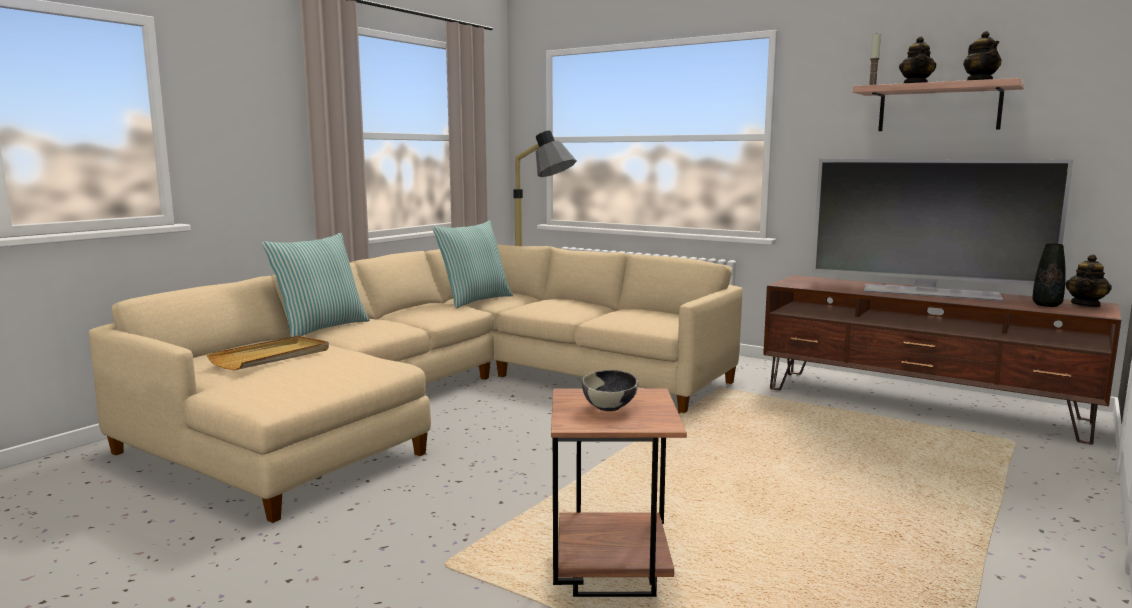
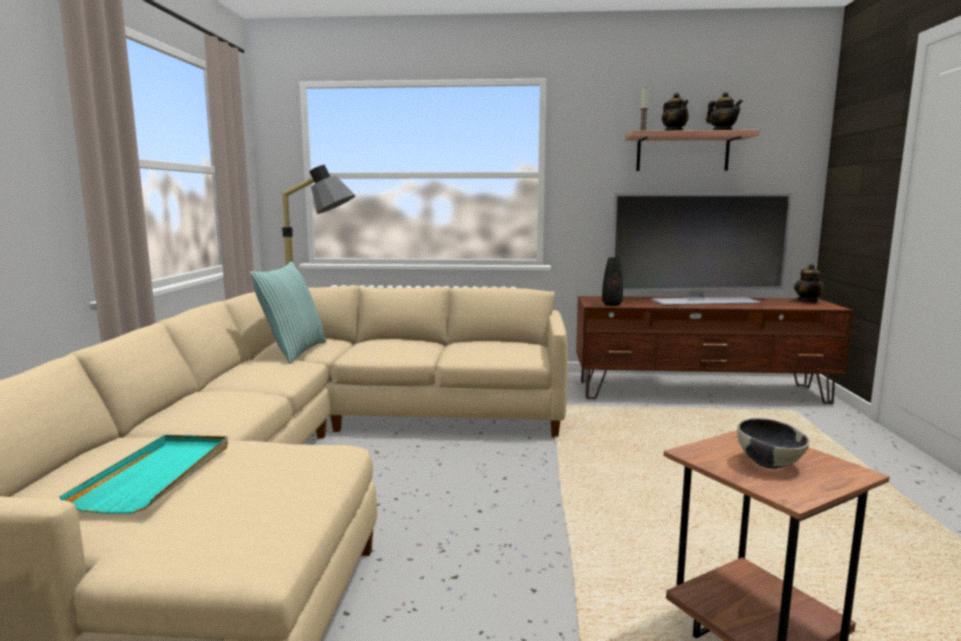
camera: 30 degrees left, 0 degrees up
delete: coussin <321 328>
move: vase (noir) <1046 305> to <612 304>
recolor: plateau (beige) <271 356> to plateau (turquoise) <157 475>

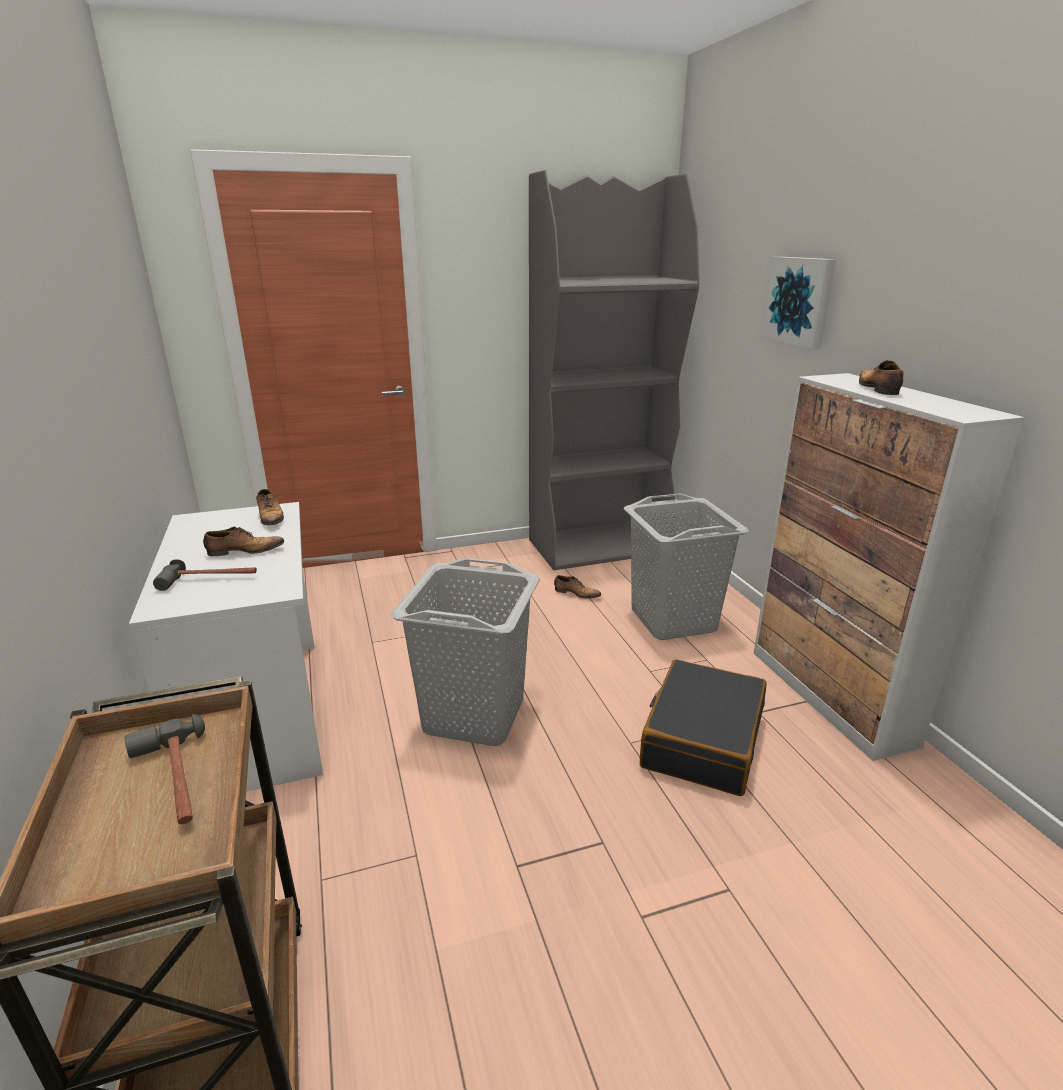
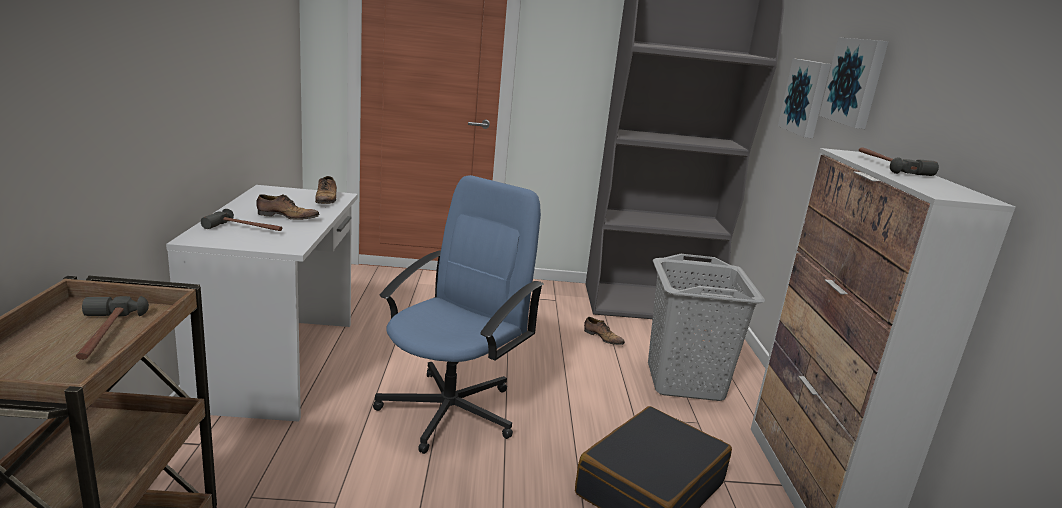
camera: 15 degrees right, 5 degrees down
insert: tableau <806 97>
replace: panier à linge (gris) <475 714> to chaise de bureau (bleu) <451 410>; chaussure <877 388> to marteau <887 166>

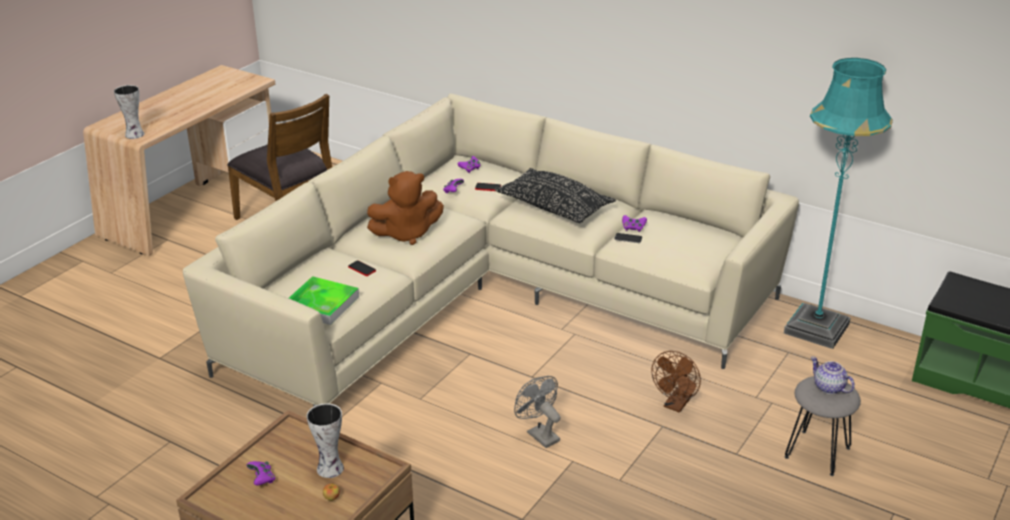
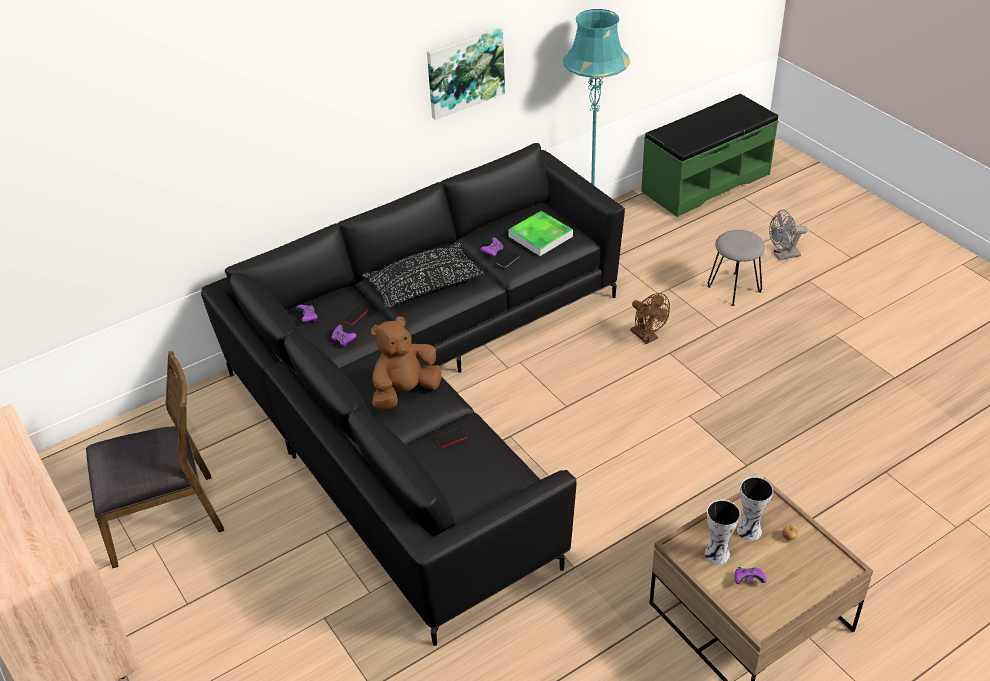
camera: 65 degrees left, 10 degrees up
delete: théière <829 388>
insert: tableau <465 71>
move: vase <134 135> to <718 554>; plateau <321 304> to <540 236>; ventilateur (gris) <539 434> to <783 255>
recolor: canapé (beige) <490 295> to canapé (noir) <425 397>
rotate: peluche (marron) <406 234> = <405 392> 135 degrees counterclockwise

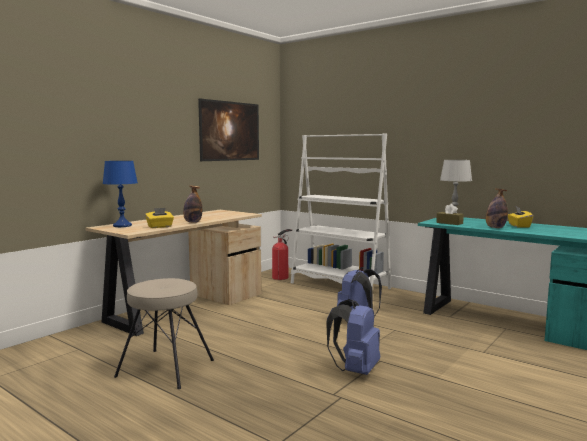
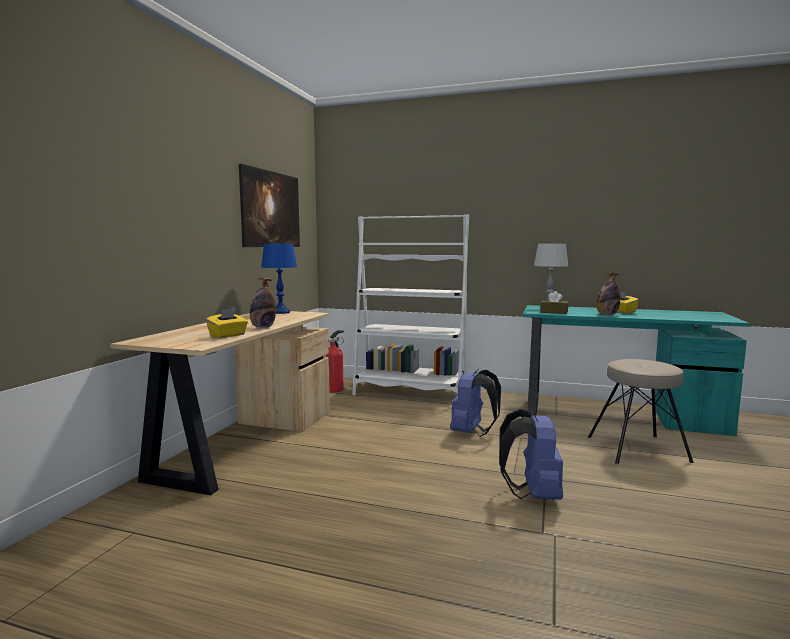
camera: 20 degrees left, 0 degrees up
move: lampe de table (bleu) <122 226> to <281 312>; tabouret (beige) <165 368> to <638 449>

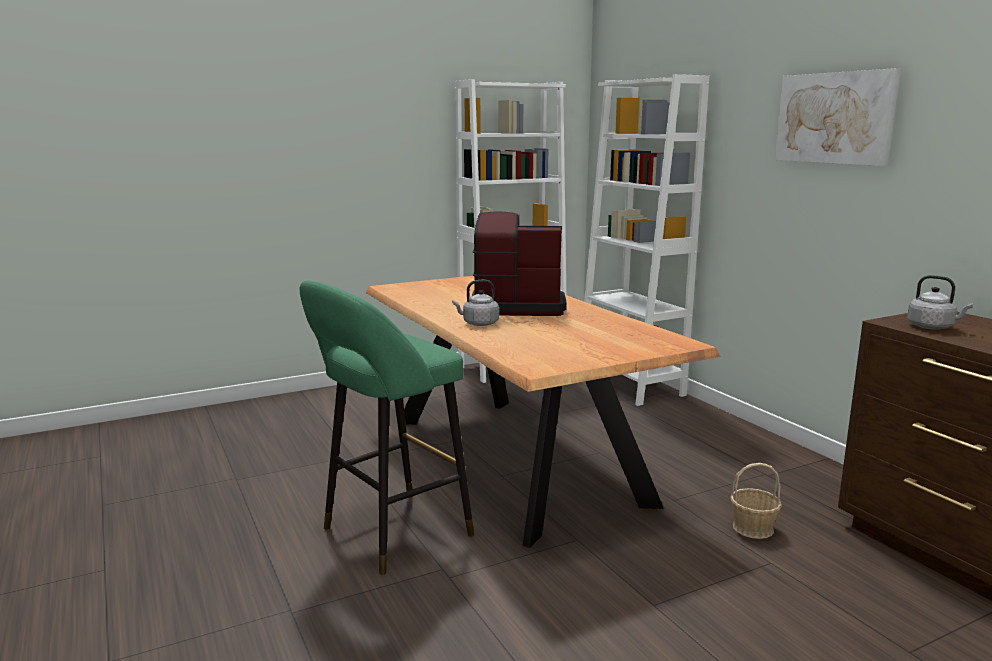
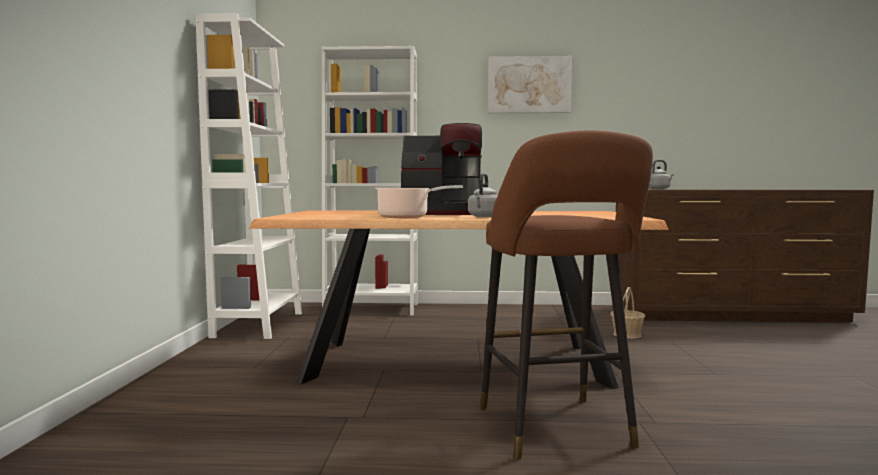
camera: 60 degrees left, 10 degrees down
insert: marmite <406 217>
recolor: tabouret (vert) <390 534> to tabouret (marron) <557 431>
rotate: machine à café <516 306> = <442 213> 120 degrees counterclockwise

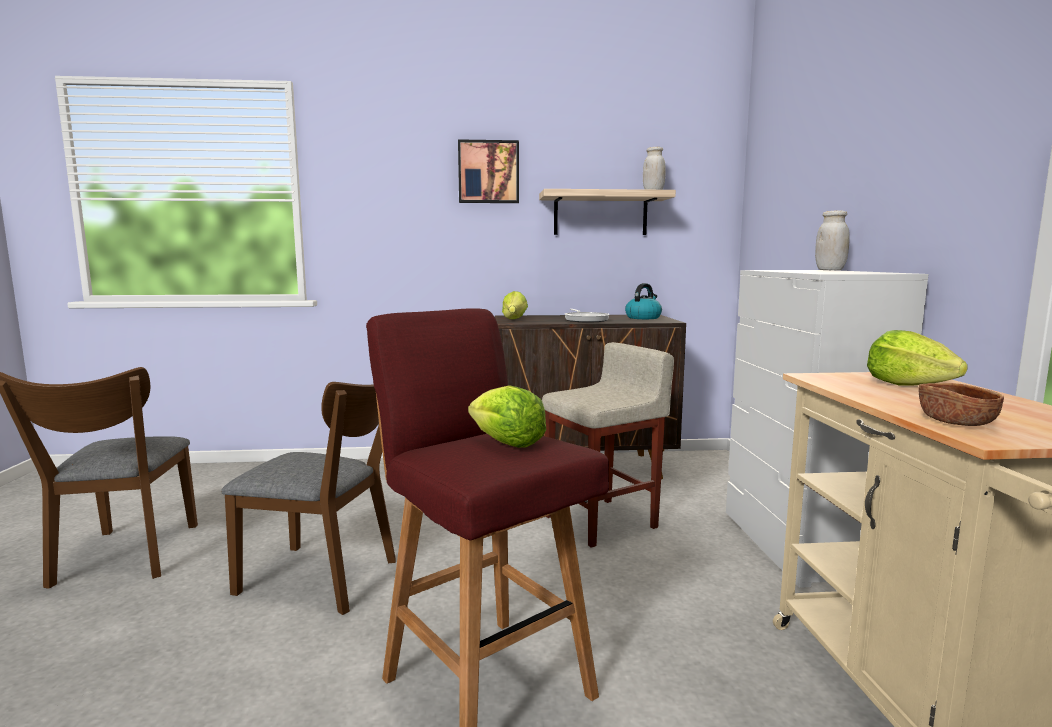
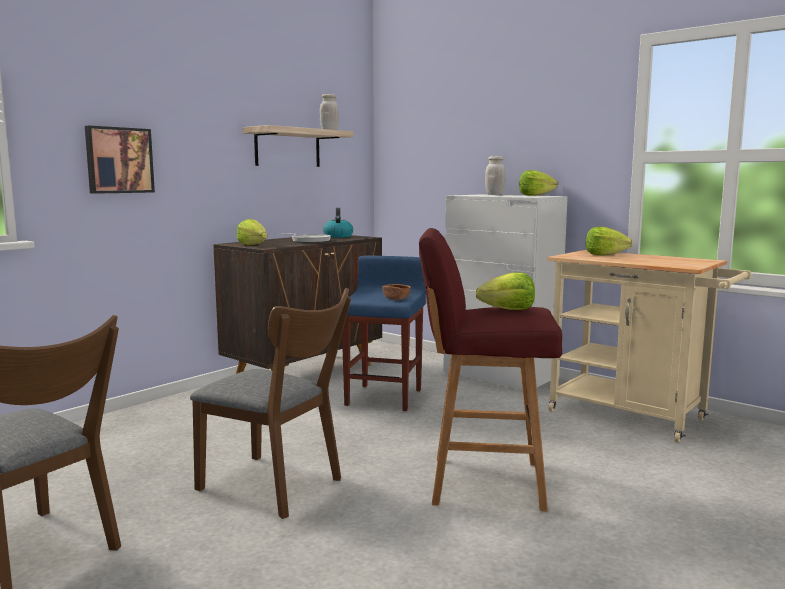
camera: 45 degrees left, 0 degrees up
insert: laitue <535 195>
move: tableau <488 172> to <119 160>; bol (marron) <955 421> to <396 299>
recolor: tabouret (beige) <602 521> to tabouret (bleu) <384 397>
rotate: chaise (marron) <328 578> = <278 487> 60 degrees clockwise

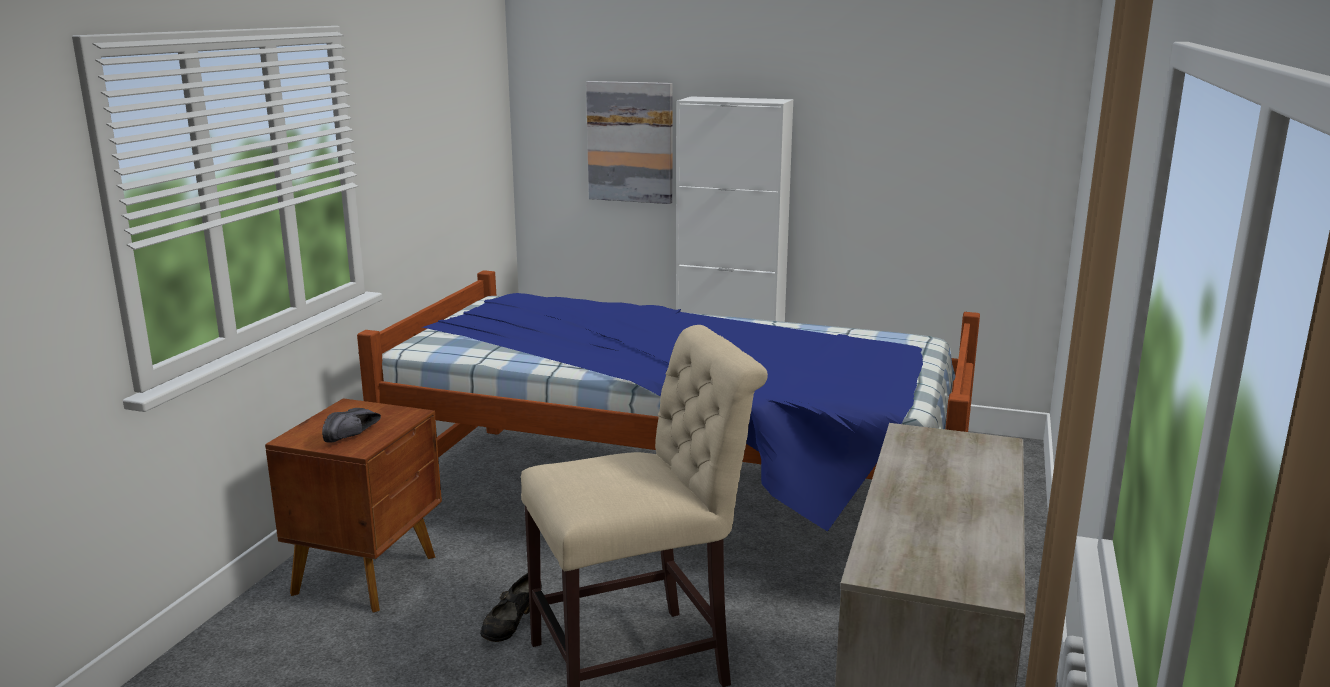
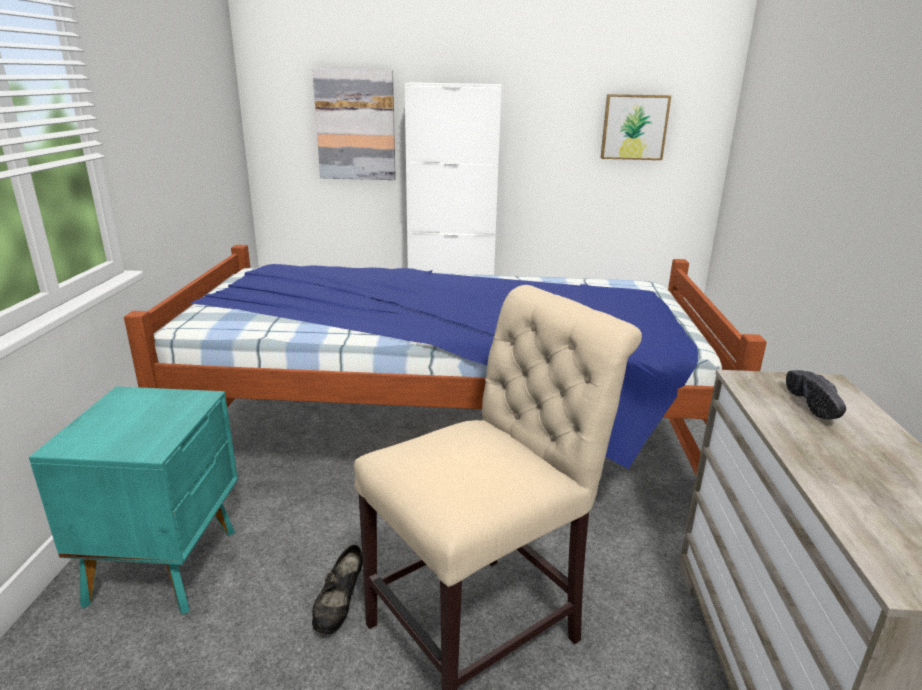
camera: 15 degrees left, 5 degrees up
insert: tableau <634 127>
move: chaussure (noir) <354 436> to <818 406>
recolor: table de chevet (marron) <368 574> to table de chevet (turquoise) <167 565>

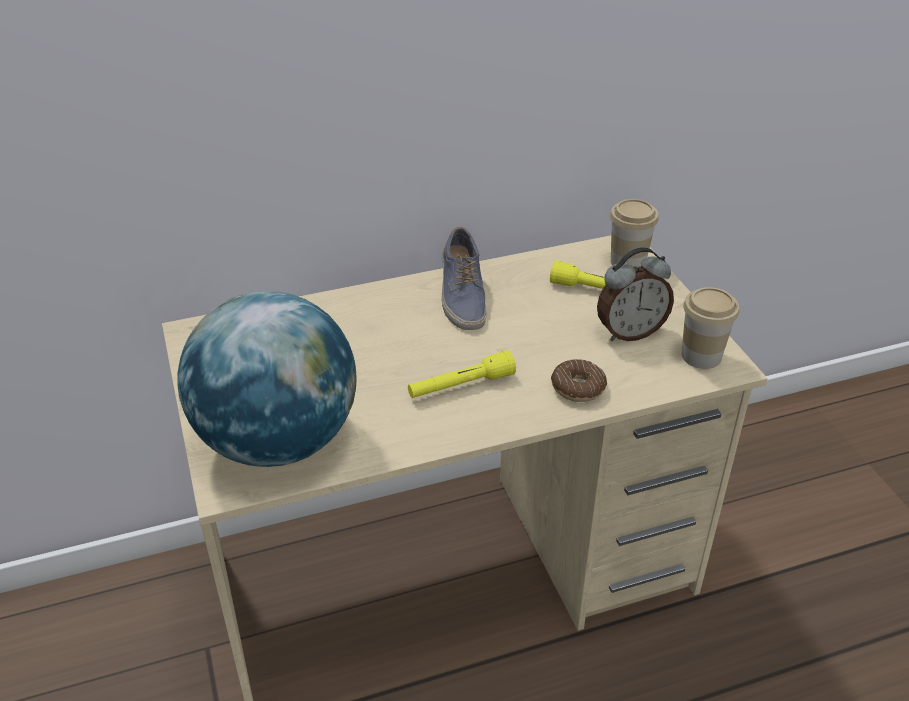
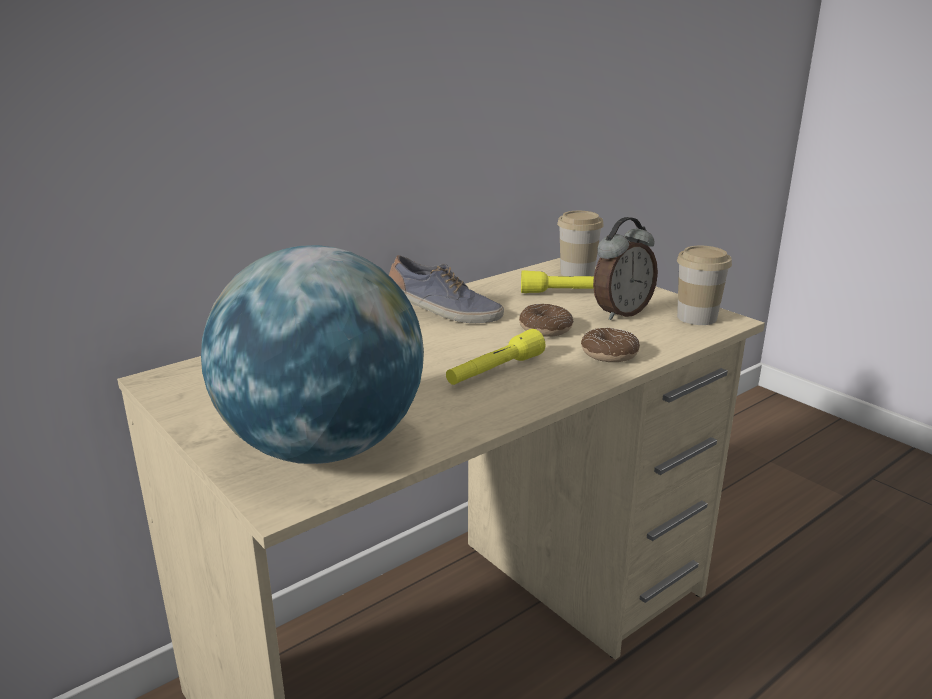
camera: 20 degrees left, 15 degrees down
insert: beignet <545 329>
rotate: chaussure <461 296> = <443 313> 45 degrees counterclockwise

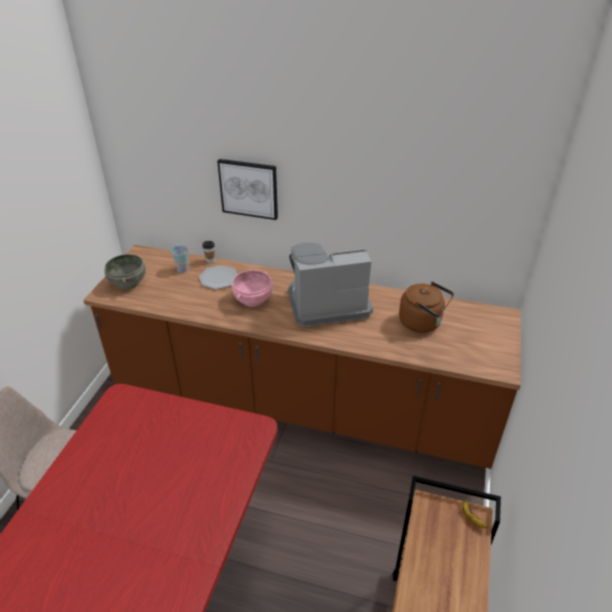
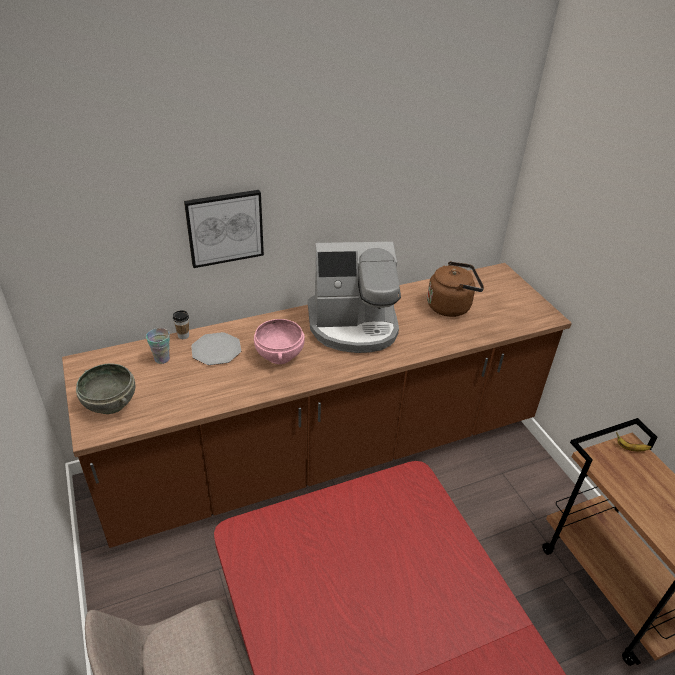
camera: 40 degrees left, 0 degrees up
rotate: machine à café <326 303> = <354 326> 135 degrees counterclockwise

